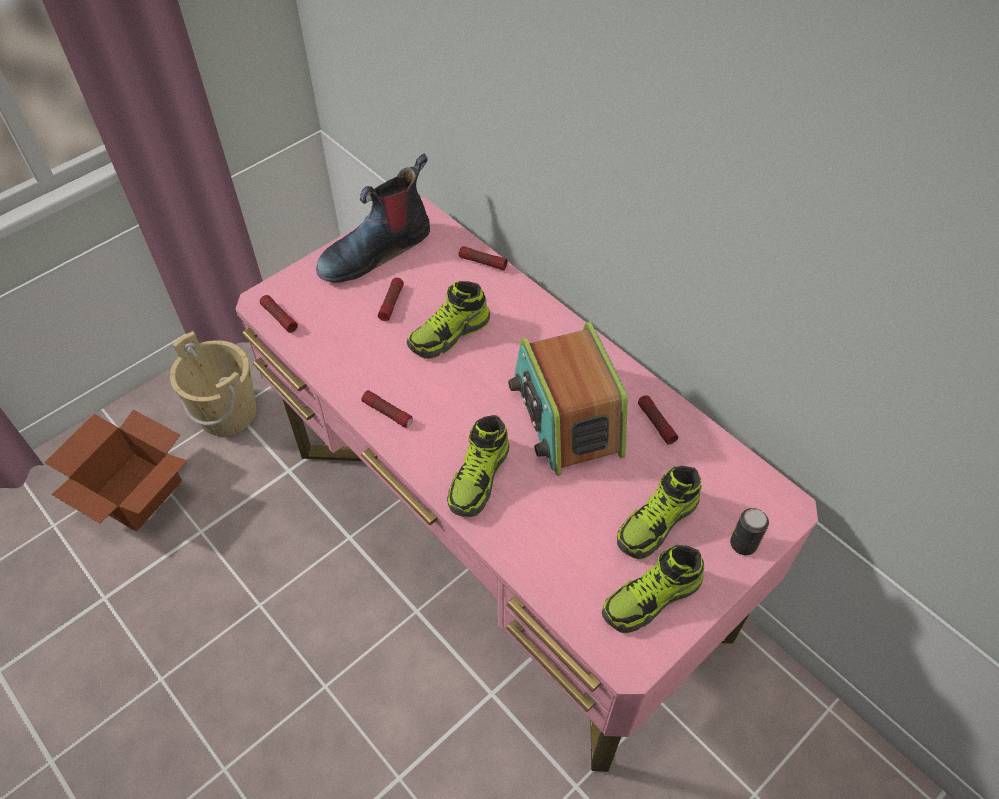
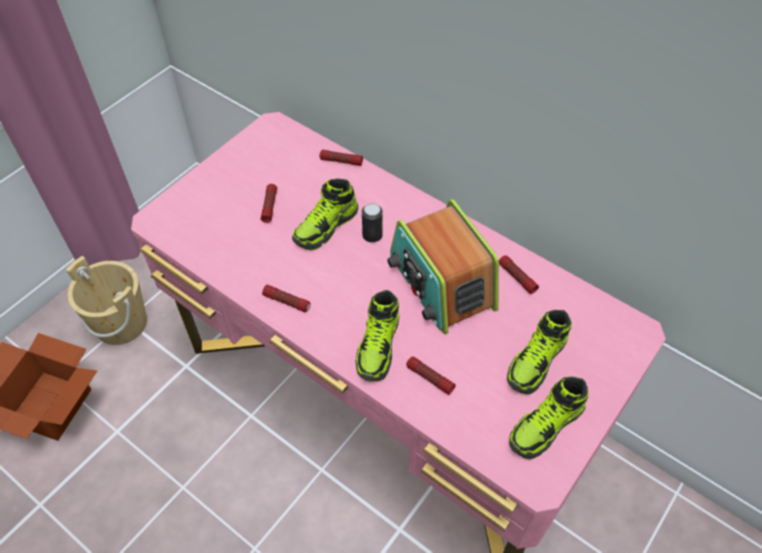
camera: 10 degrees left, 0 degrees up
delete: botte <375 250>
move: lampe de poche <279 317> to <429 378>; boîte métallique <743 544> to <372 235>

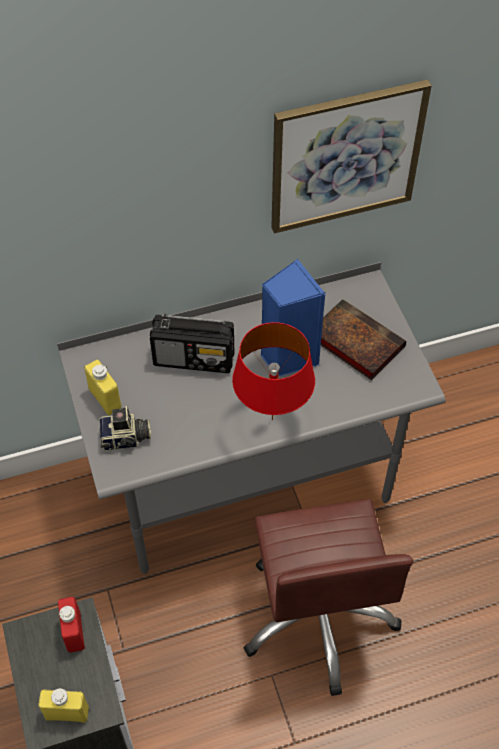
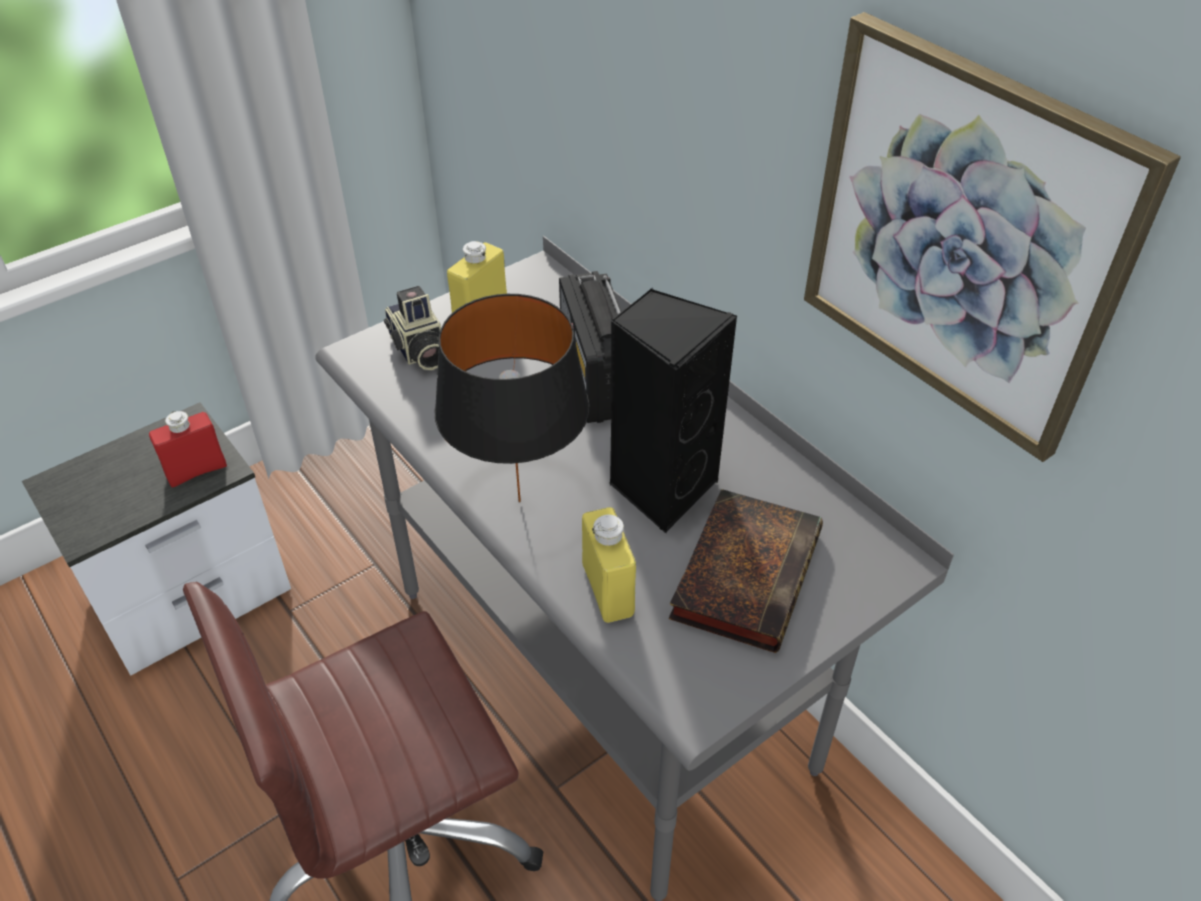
camera: 70 degrees right, 10 degrees down
move: bouteille (jaune) <67 713> to <608 590>
recolor: lampe de table (rouge) <272 419> to lampe de table (noir) <521 500>; enceinte (bleu) <287 356> to enceinte (noir) <661 487>

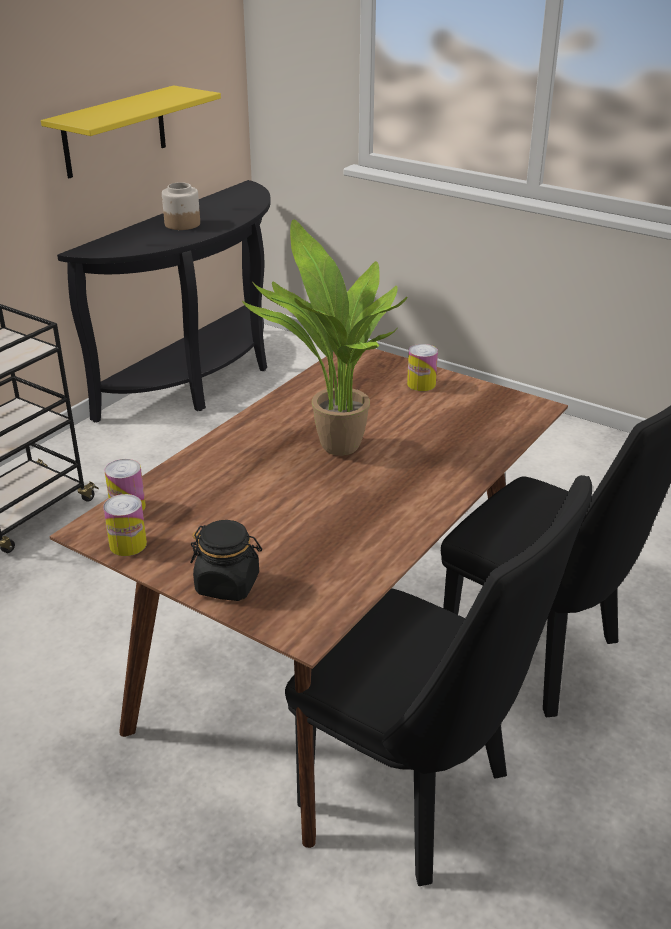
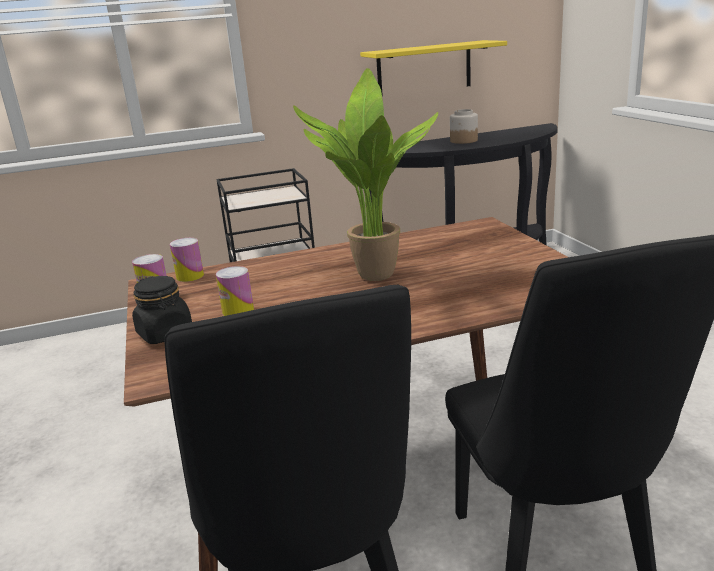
camera: 40 degrees right, 10 degrees down
move: boîte métallique <421 384> to <238 310>

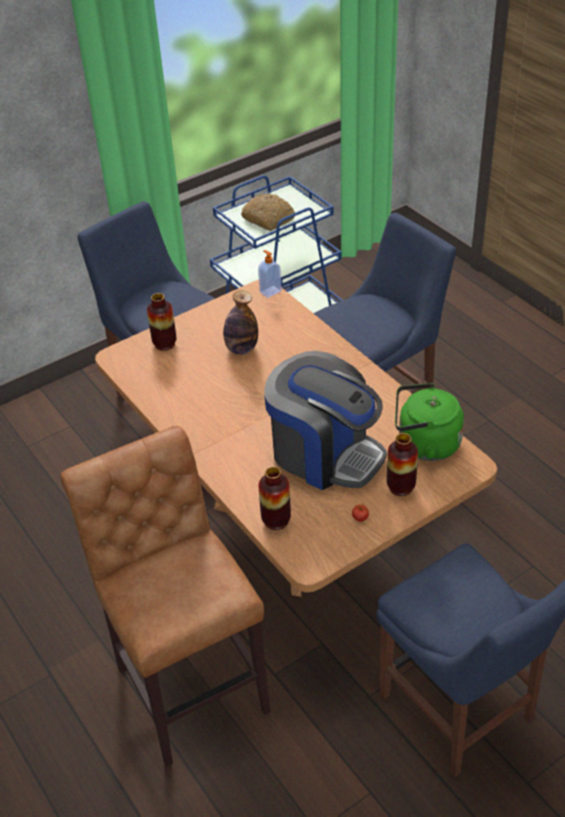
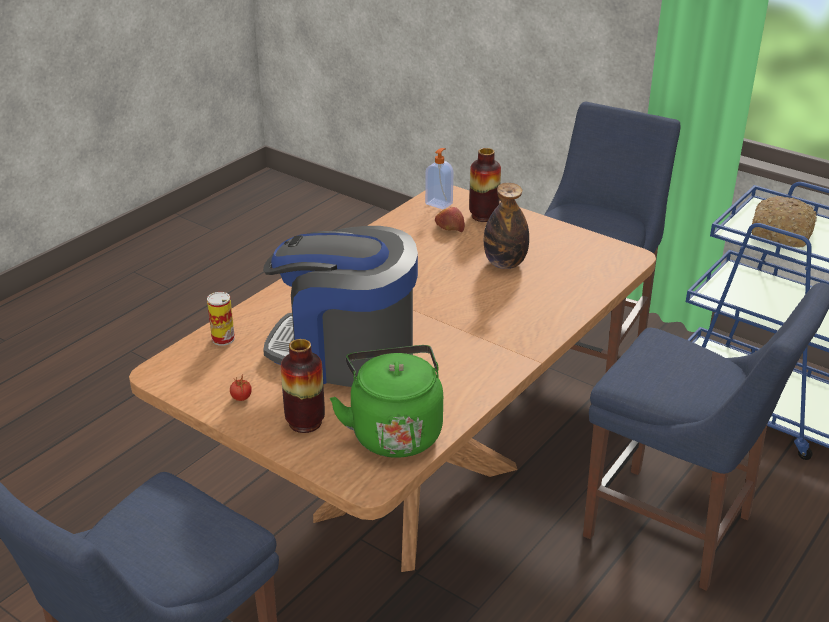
camera: 70 degrees right, 10 degrees down
delete: tabouret (marron) <188 683>
insert: pomme <449 227>
move: distributeur de savon <270 291> to <439 203>
replace: vase <276 520> to boîte métallique <223 339>
rotate: machine à café <325 454> = <344 354> 90 degrees clockwise

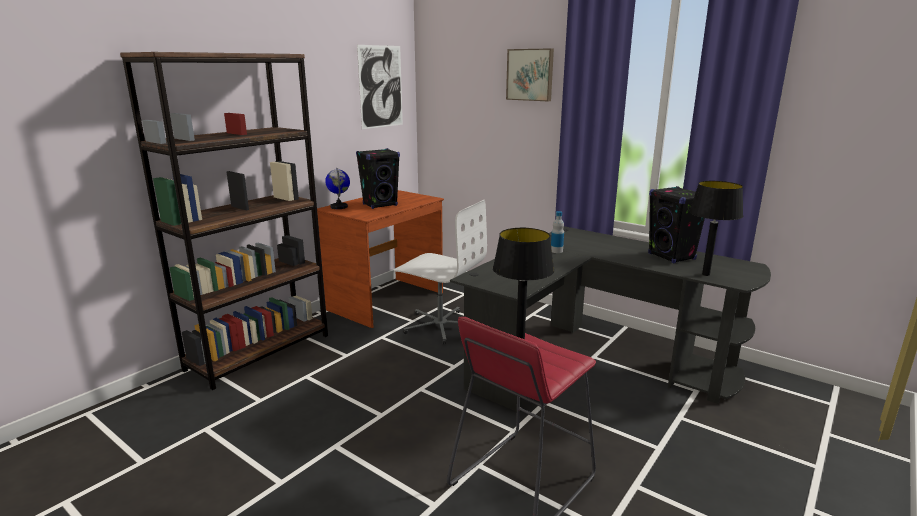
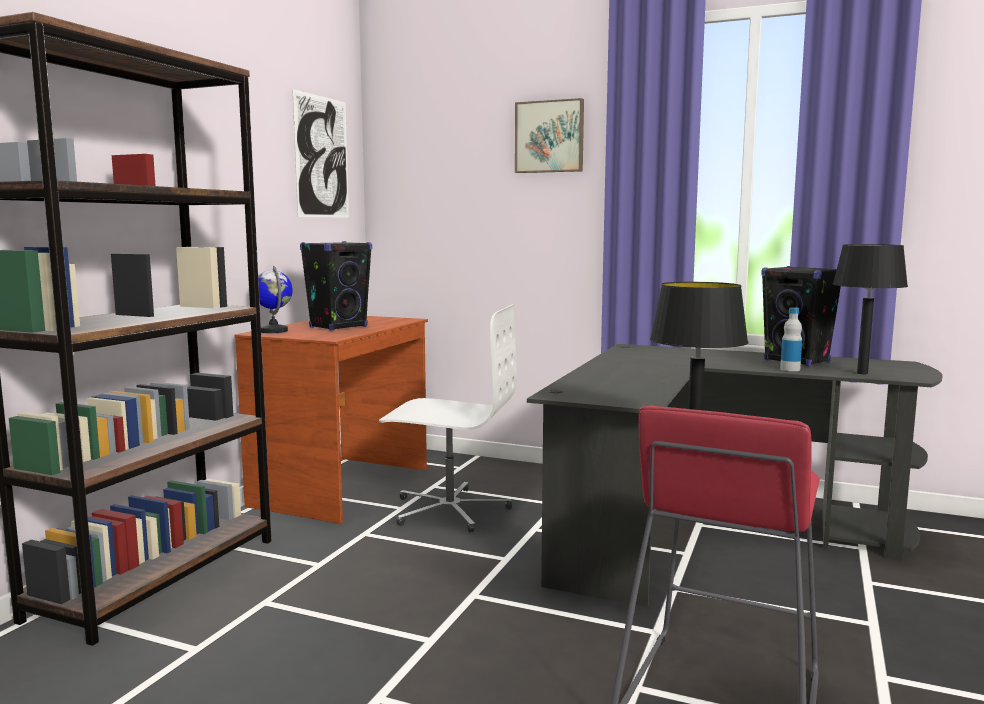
camera: 15 degrees left, 10 degrees down
move: bouteille <556 251> to <790 369>

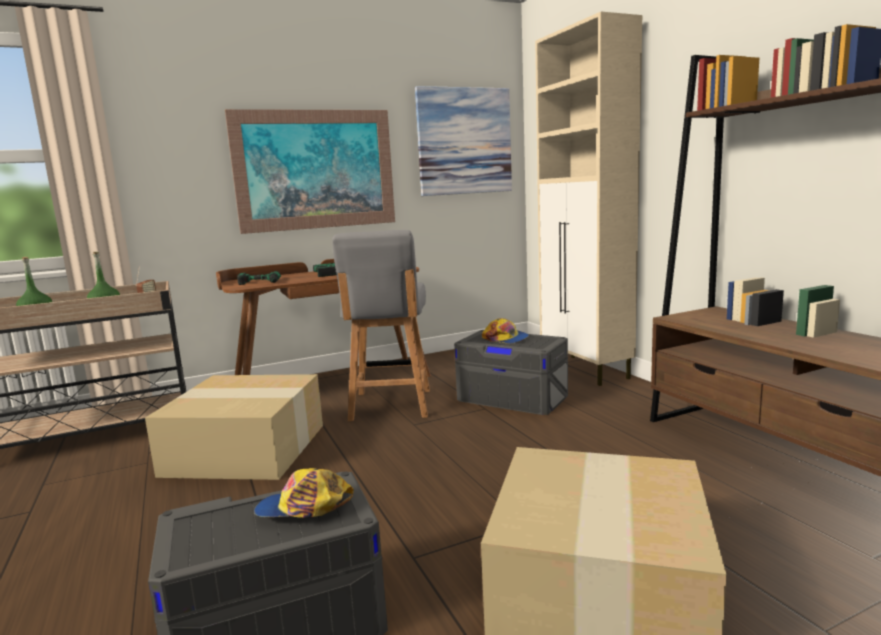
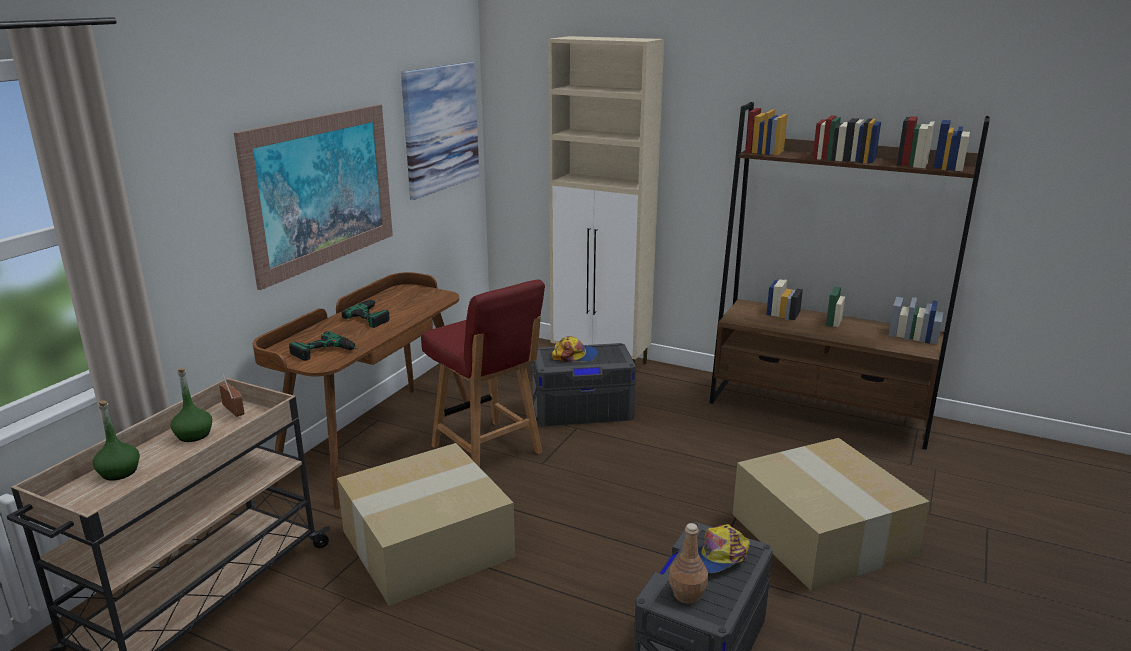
camera: 40 degrees left, 10 degrees up
insert: bouteille (marron) <687 595>
recolor: chaise (gris) <390 405> to chaise (rouge) <488 450>

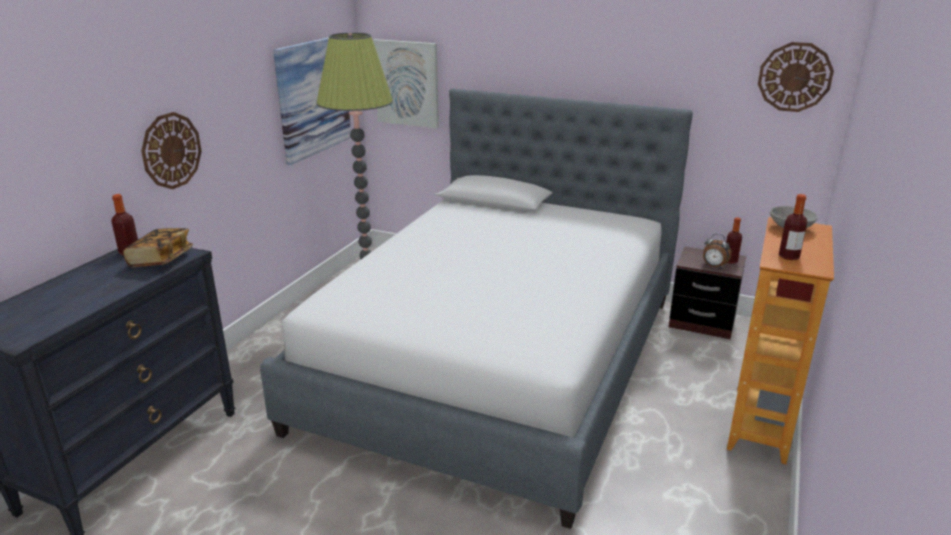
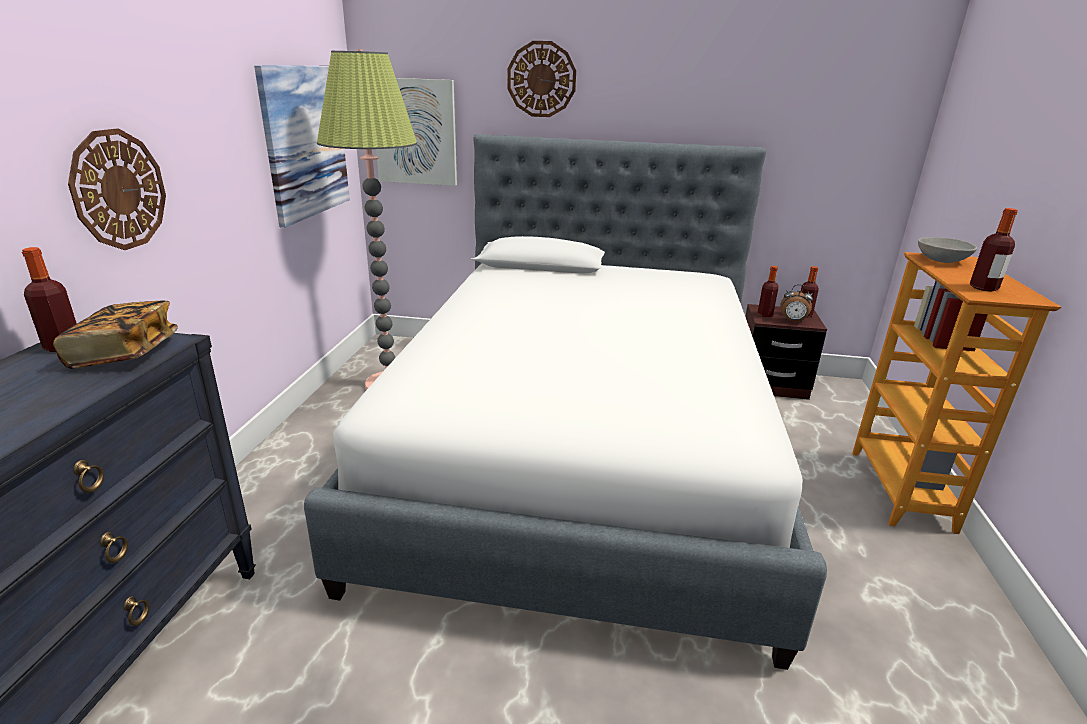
camera: 15 degrees left, 0 degrees up
insert: bouteille <765 314>
move: horloge murale <795 77> to <541 79>

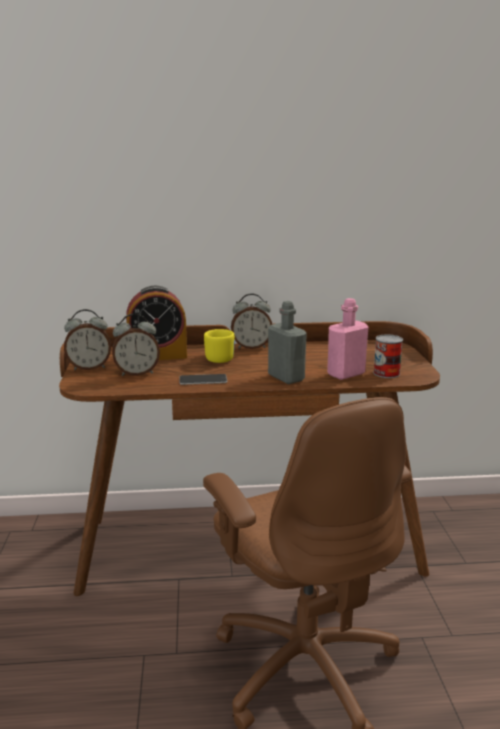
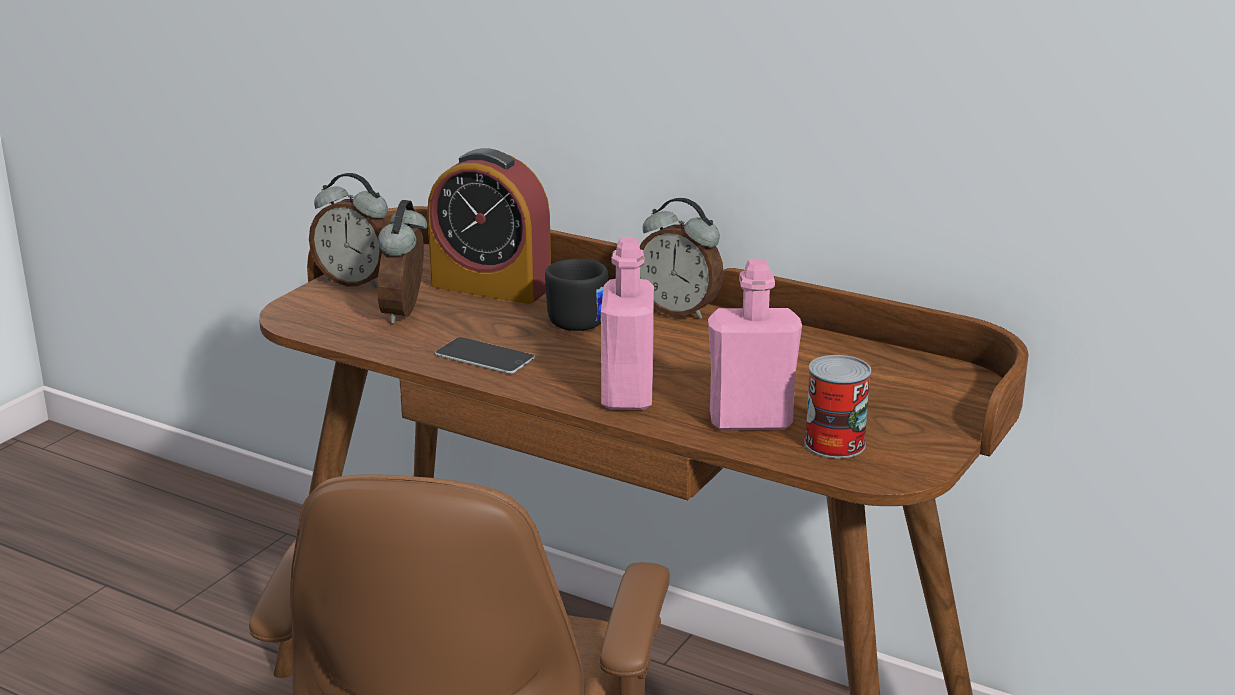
camera: 35 degrees right, 5 degrees up
recolor: mug (jaune) <218 358> to mug (noir) <580 319>; bouteille (gris) <286 378> to bouteille (rose) <627 395>
rotate: réveil <137 373> = <406 313> 75 degrees clockwise

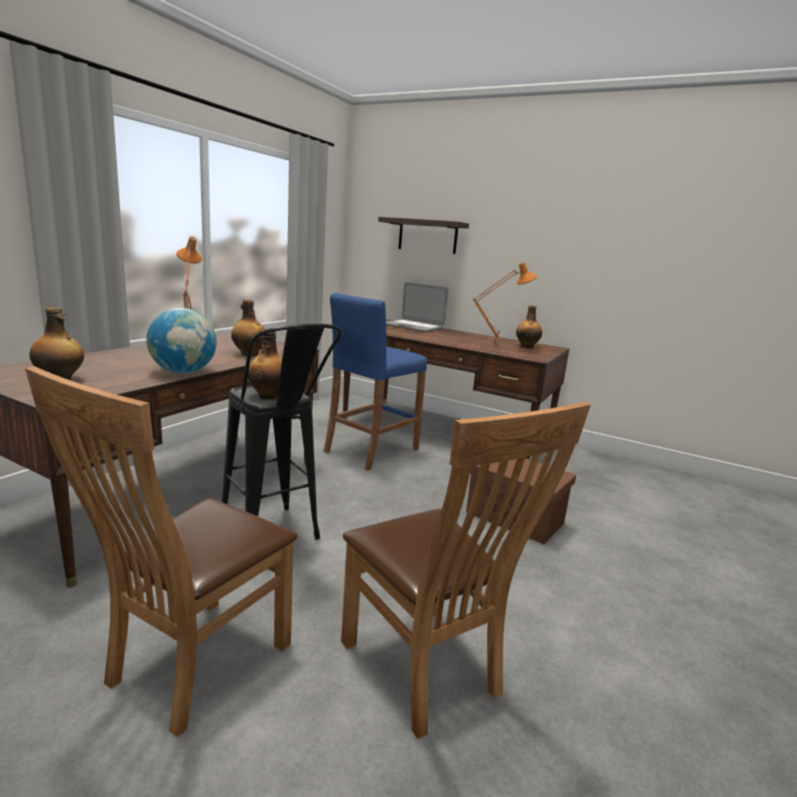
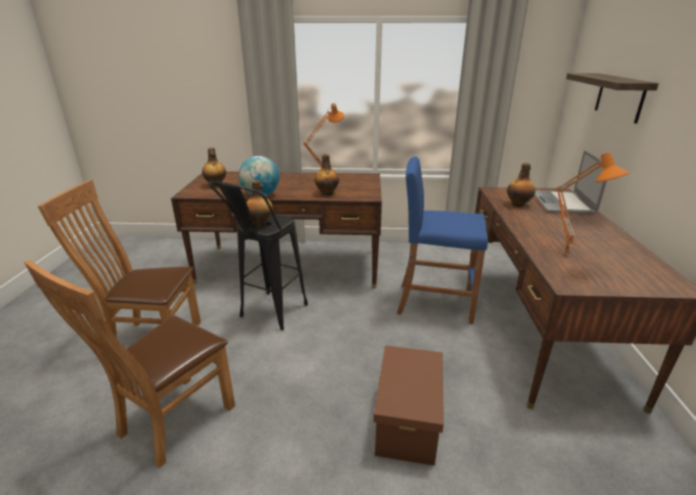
camera: 65 degrees right, 10 degrees up
move: bouteille <527 346> to <518 204>

